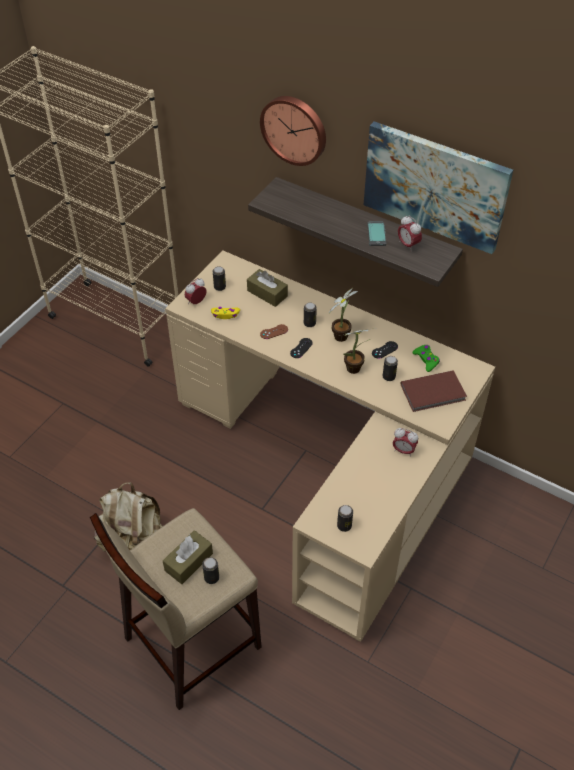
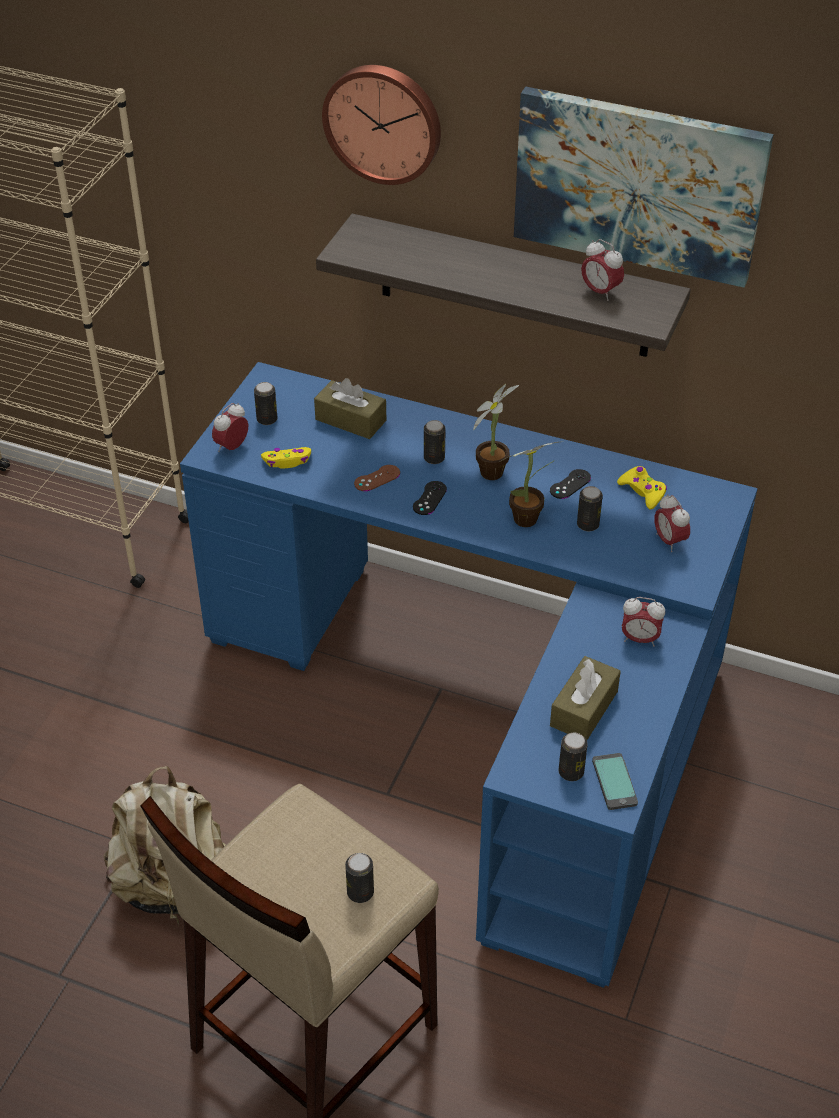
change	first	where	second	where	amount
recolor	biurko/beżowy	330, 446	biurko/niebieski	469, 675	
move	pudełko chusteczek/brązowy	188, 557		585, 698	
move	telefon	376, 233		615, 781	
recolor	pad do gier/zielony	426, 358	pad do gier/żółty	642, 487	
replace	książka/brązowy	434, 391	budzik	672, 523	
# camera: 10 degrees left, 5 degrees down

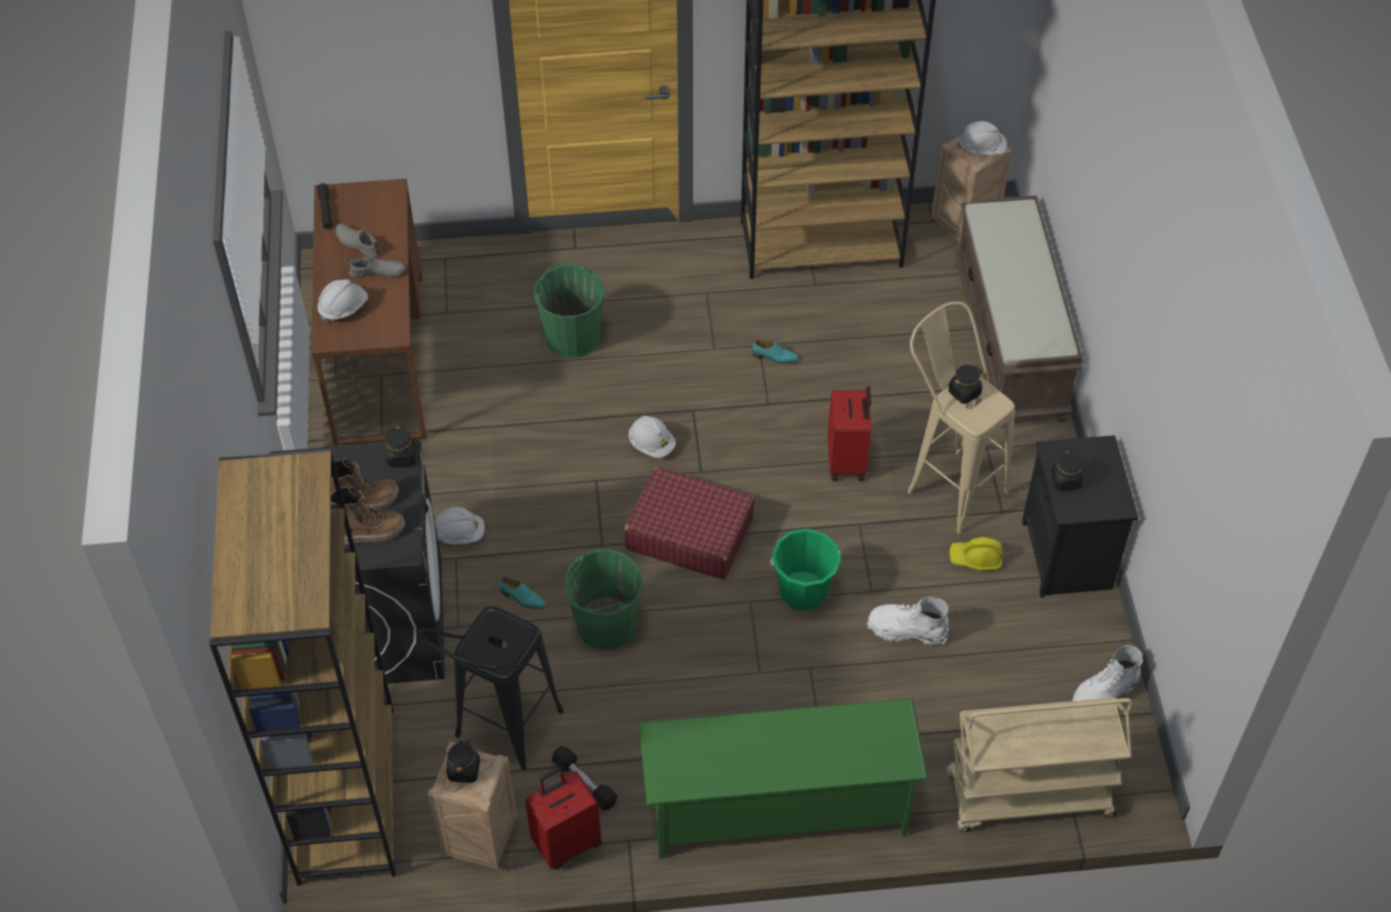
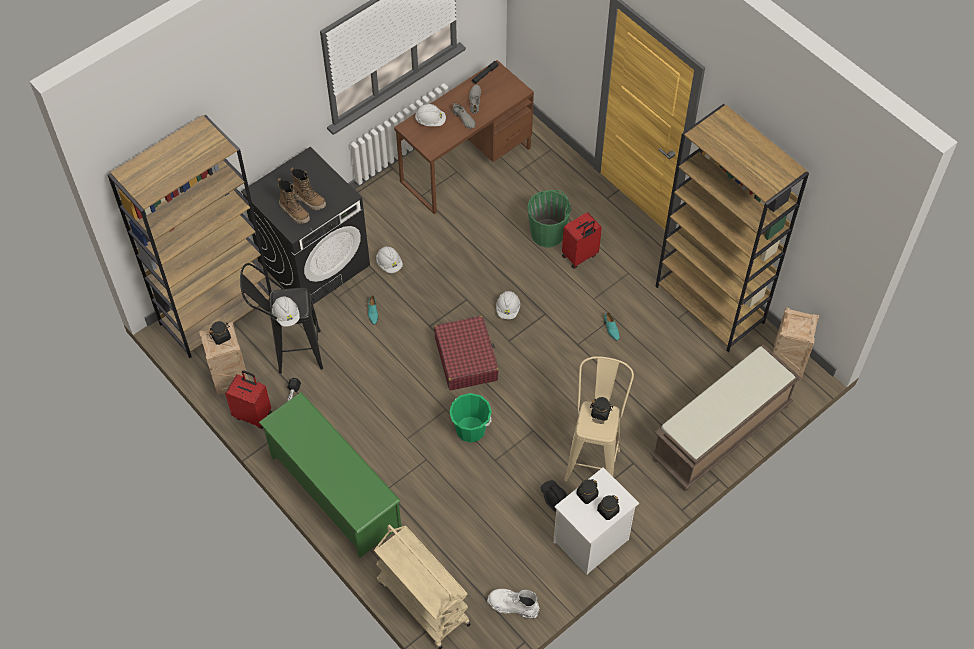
change	first	where	second	where	amount
move	kask/biały	982, 138		286, 311	
recolor	kask/żółty	976, 554	kask/czarny	554, 496	
recolor	szafka nocna/czarny	1080, 516	szafka nocna/biały	596, 521	
move	walizka/czerwony	849, 433		582, 240	
move	słoik/czarny	400, 446		608, 507	
delete	wiadro/zielony	604, 600			
delete	but z cholewką/biały	908, 621			
# camera: 55 degrees right, 5 degrees up

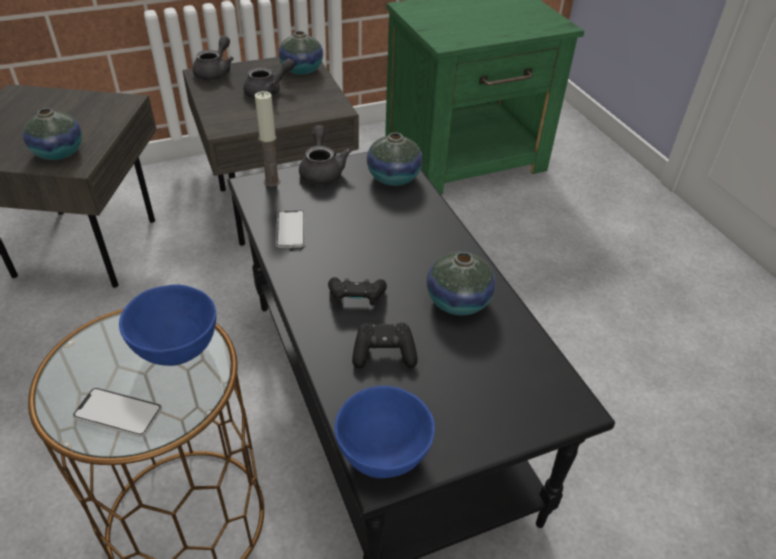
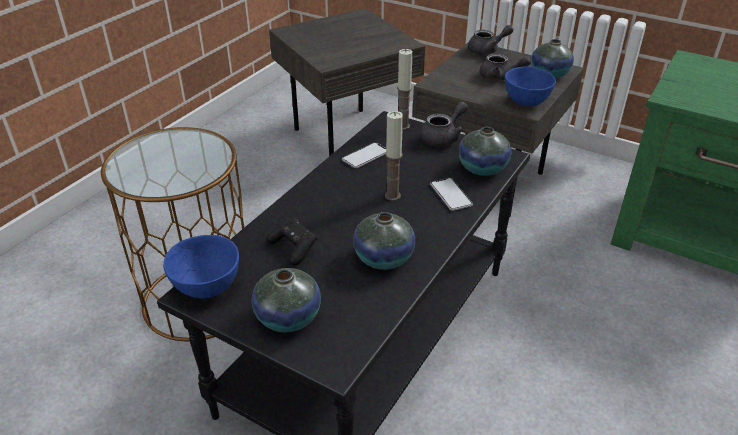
change	first	where	second	where	amount
move	wazon	52, 134		286, 300	
insert			świeca	394, 156	
move	telefon	117, 412		451, 194	
move	miska/niebieski	167, 325		530, 86	
delete	pad do gier/czarny	357, 291			
# camera: 55 degrees right, 5 degrees down

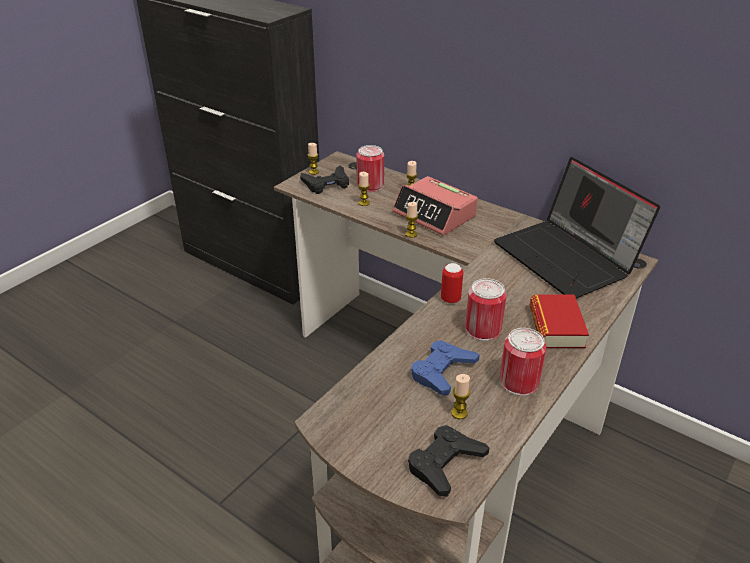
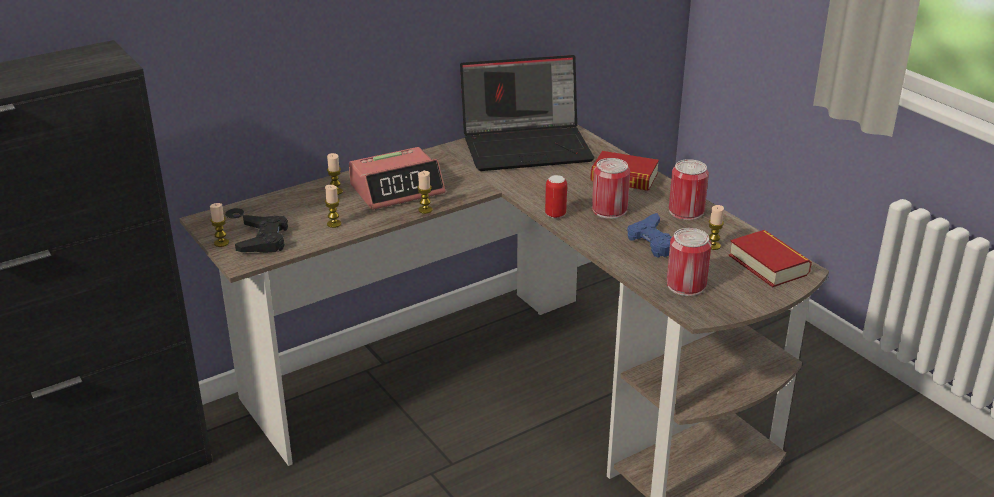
change	first	where	second	where	amount
move	puszka	370, 168		689, 262	
replace	pad do gier/czarny	448, 461	książka	770, 258	
# camera: 70 degrees left, 5 degrees down

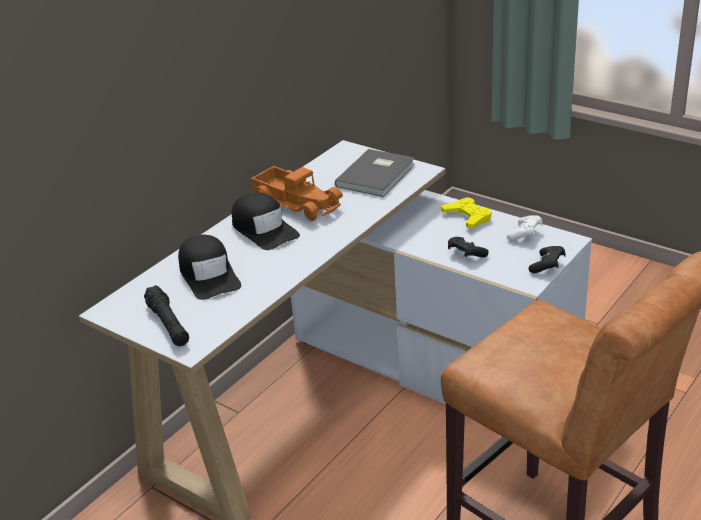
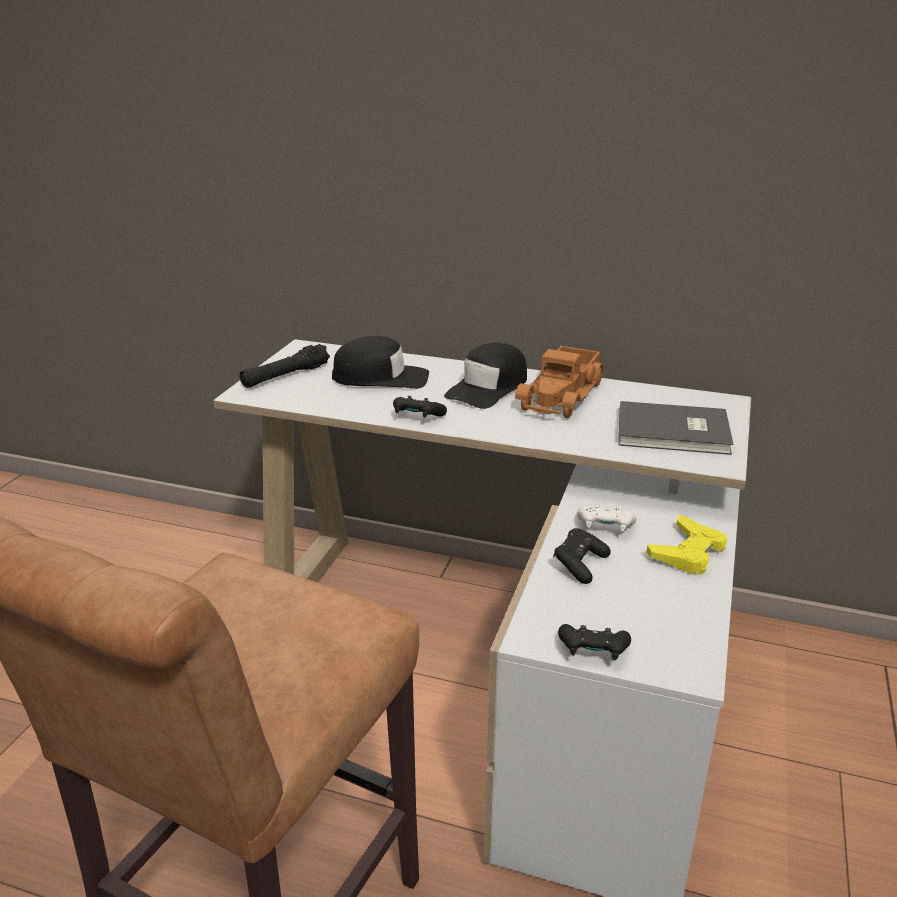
change	first	where	second	where	amount
rotate	czapka z daszkiem/czarny	209, 267		380, 362	135 degrees counterclockwise
insert			pad do gier/czarny	420, 407	
move	pad do gier/biały	524, 228		607, 518	
# camera: 70 degrees right, 5 degrees down

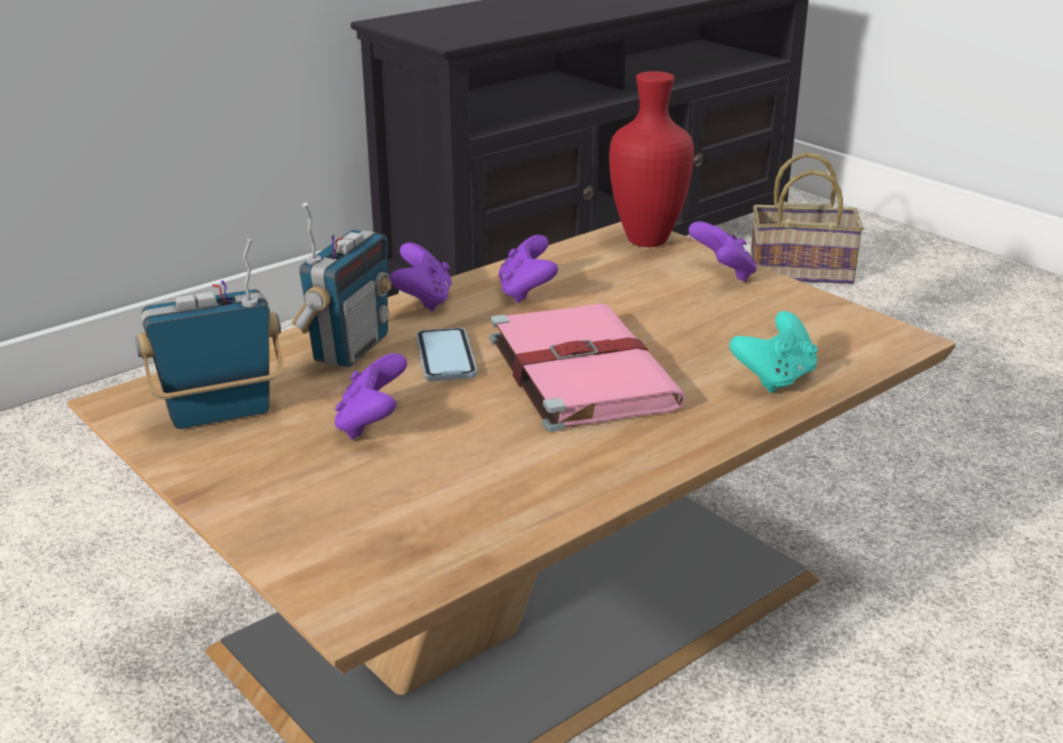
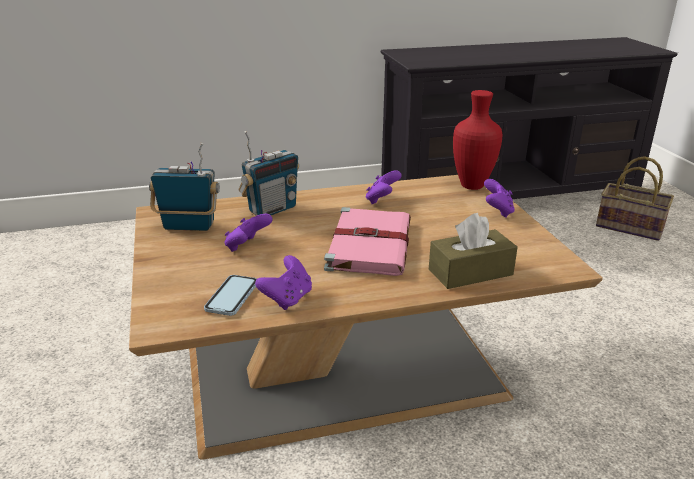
change	first	where	second	where	amount
move	telefon	446, 354		230, 295	
move	pad do gier/fioletowy	420, 277		283, 282	
replace	pad do gier/turkusowy	774, 352	pudełko chusteczek/brązowy	473, 251	
# camera: 25 degrees right, 0 degrees up

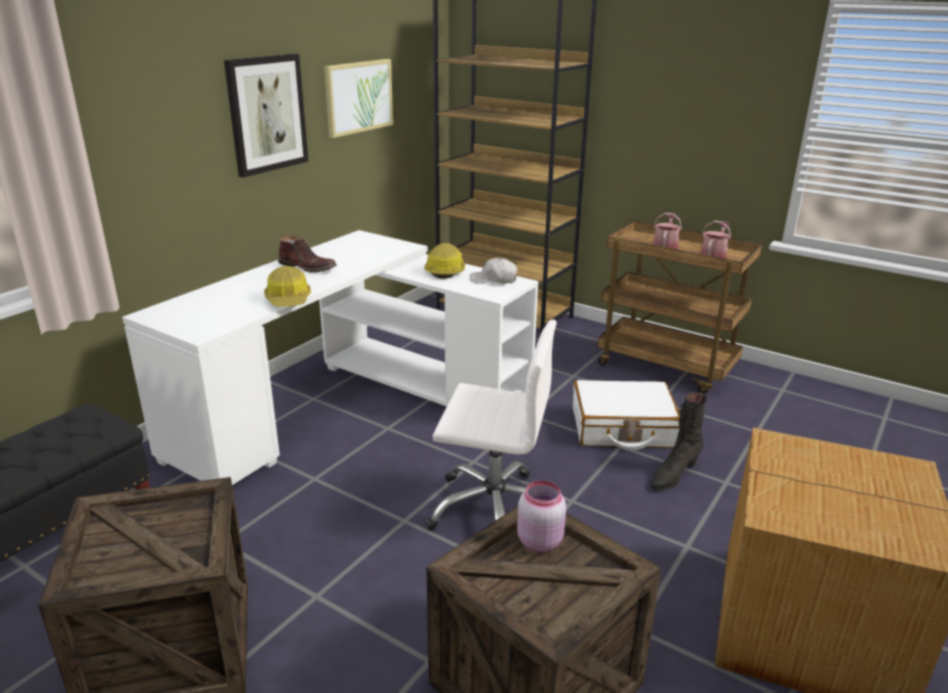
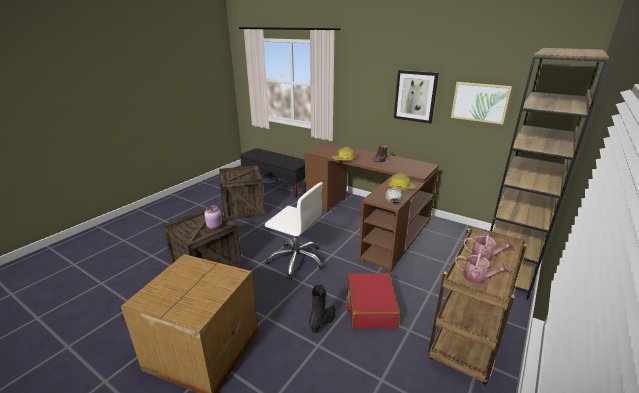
change	first	where	second	where	amount
rotate	krzesło biurowe/biały	491, 425		294, 230	75 degrees counterclockwise
recolor	biurko/biały	330, 357	biurko/brązowy	372, 208	
rotate	but z cholewką/czarny	678, 441		322, 309	75 degrees clockwise
recolor	walizka/biały	626, 415	walizka/czerwony	373, 301	
# camera: 90 degrees right, 0 degrees up

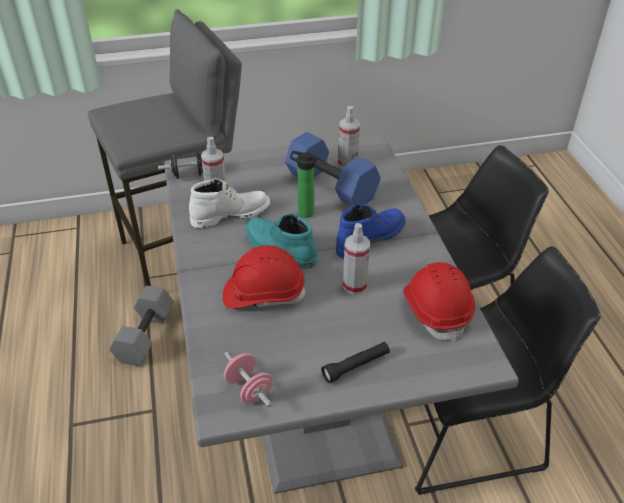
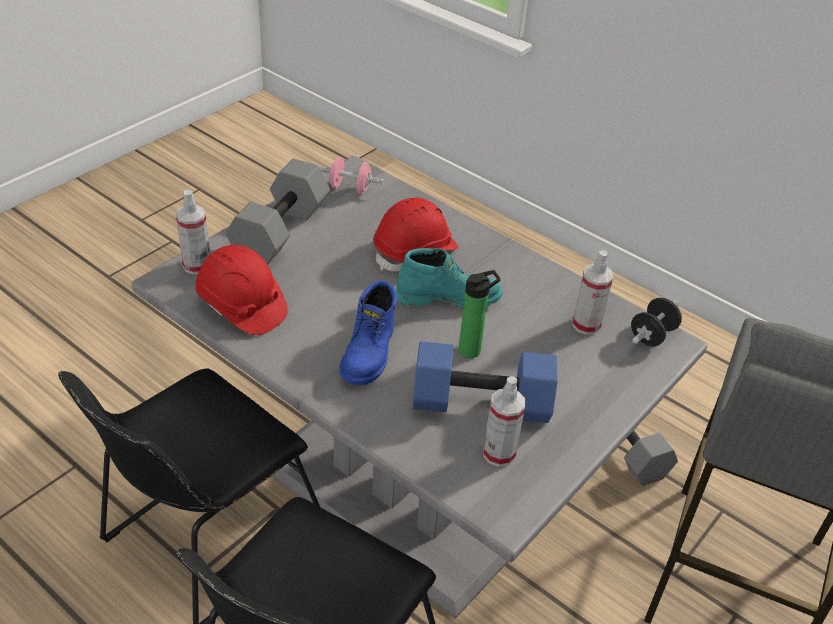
change	first	where	second	where	amount
move	spryskiwacz	356, 258		193, 232	
replace	latarka/czarny	355, 362	hantel/szary	278, 212	
delete	but z cholewką/biały	229, 203			
# camera: 140 degrees right, 0 degrees up

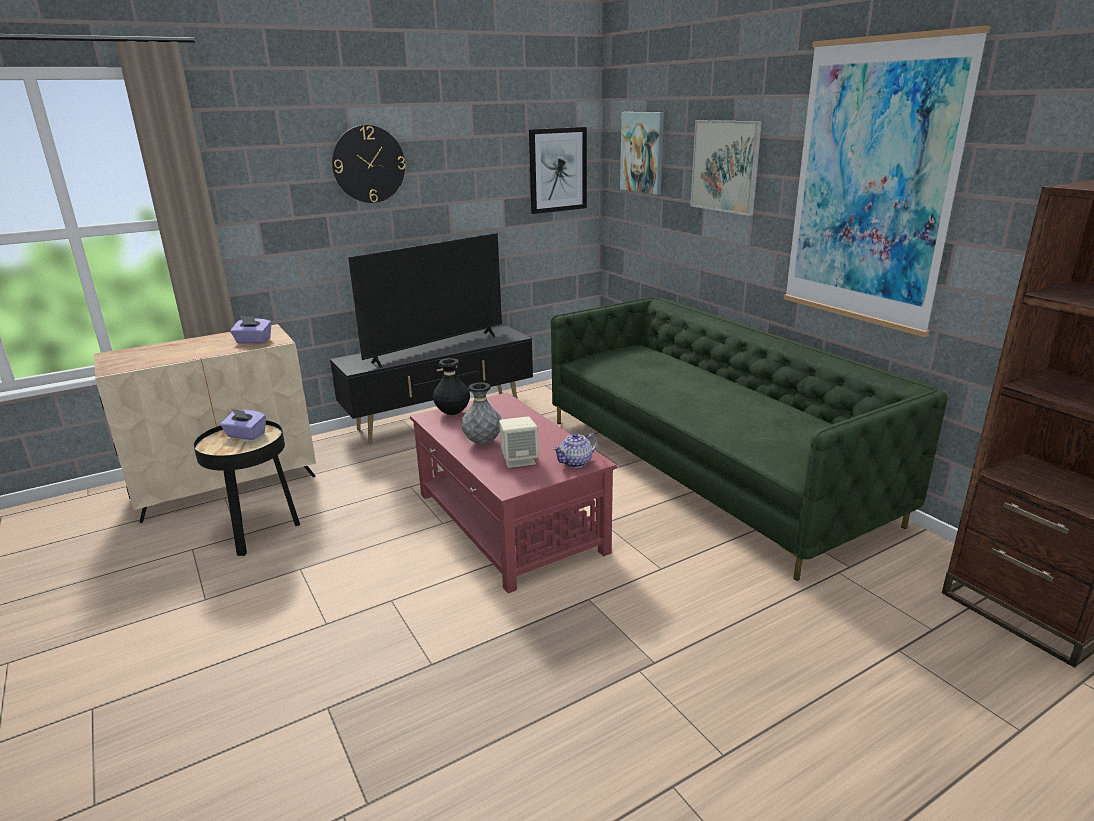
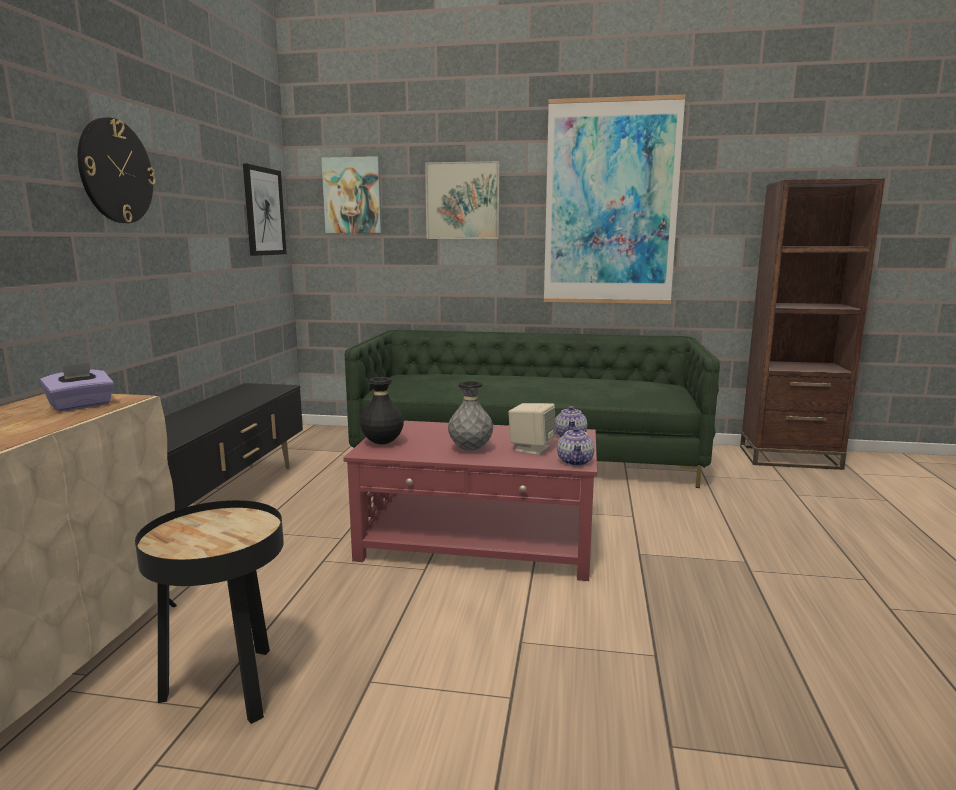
change	first	where	second	where	amount
insert			imbryk	575, 446	
delete	pudełko chusteczek/fioletowy	243, 424			
delete	telewizor	425, 300			
# camera: 50 degrees left, 10 degrees down

